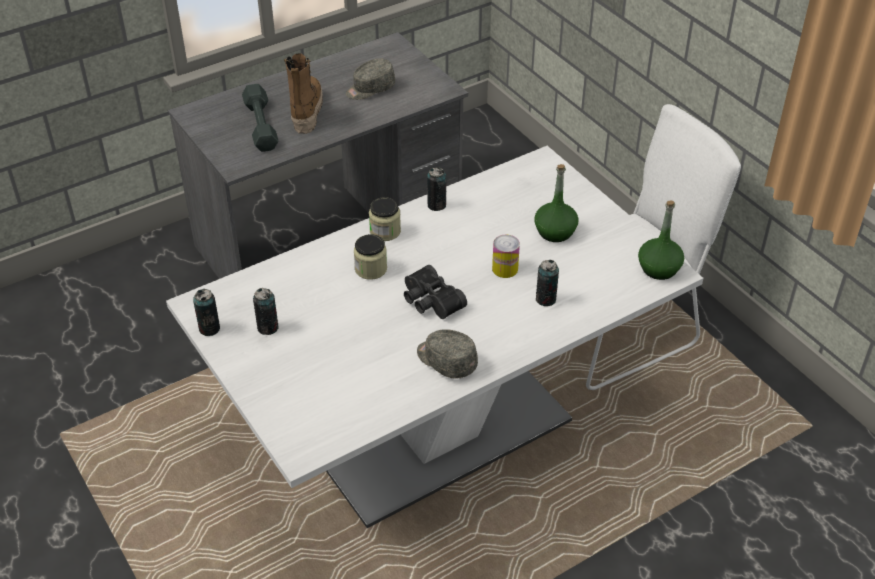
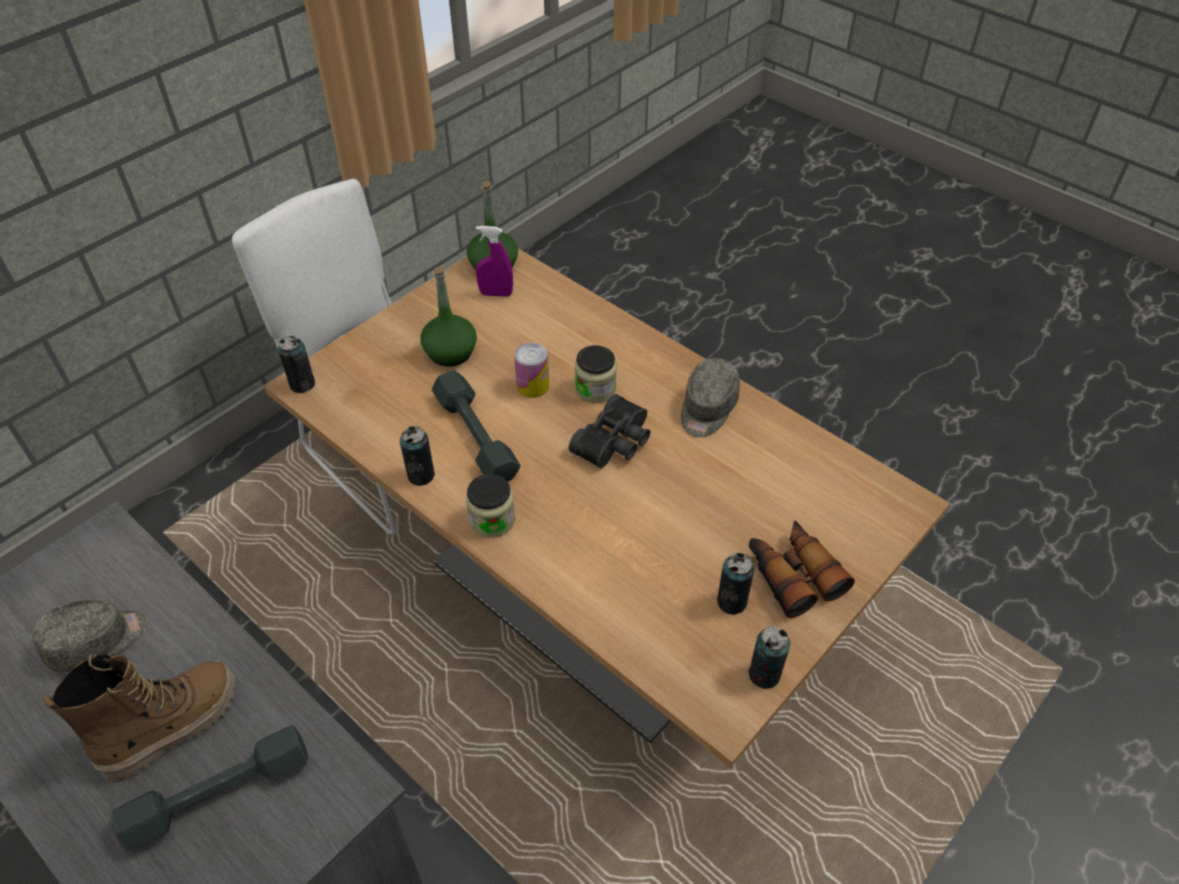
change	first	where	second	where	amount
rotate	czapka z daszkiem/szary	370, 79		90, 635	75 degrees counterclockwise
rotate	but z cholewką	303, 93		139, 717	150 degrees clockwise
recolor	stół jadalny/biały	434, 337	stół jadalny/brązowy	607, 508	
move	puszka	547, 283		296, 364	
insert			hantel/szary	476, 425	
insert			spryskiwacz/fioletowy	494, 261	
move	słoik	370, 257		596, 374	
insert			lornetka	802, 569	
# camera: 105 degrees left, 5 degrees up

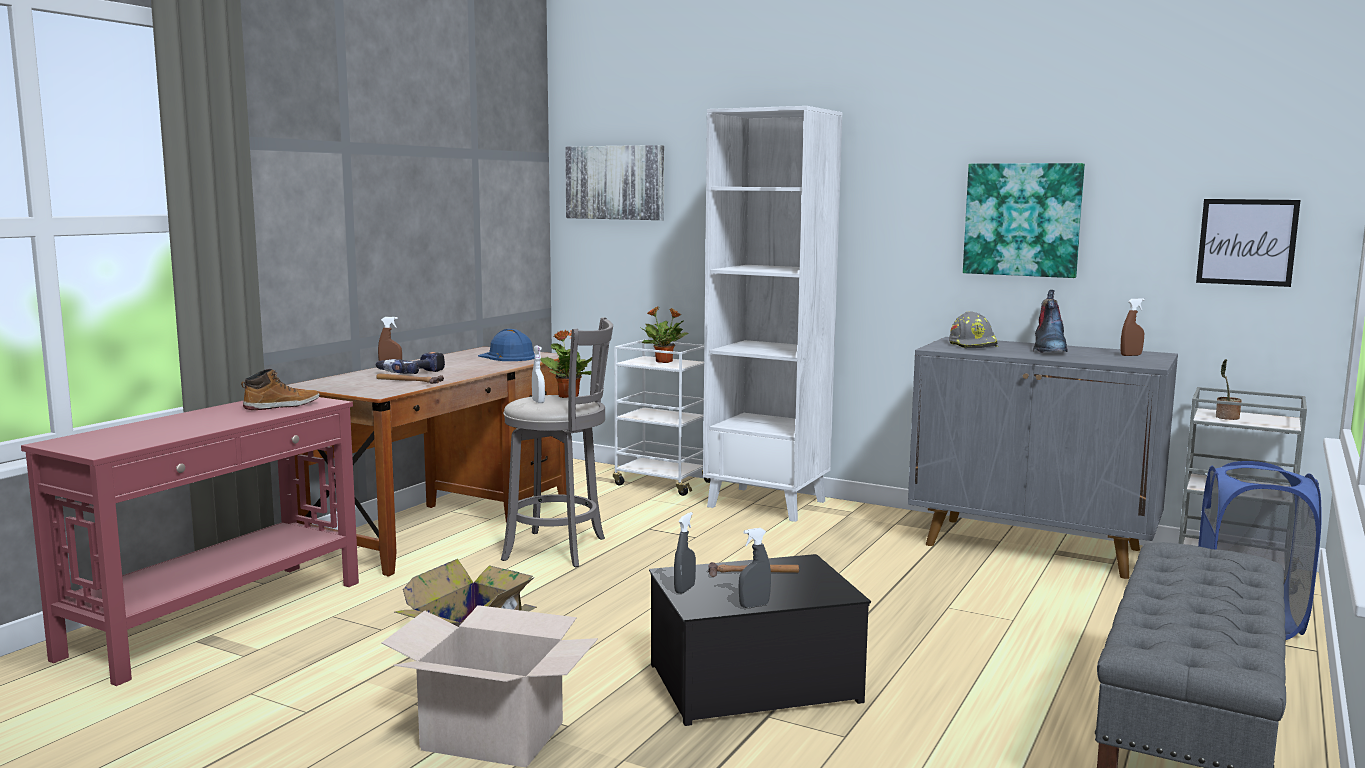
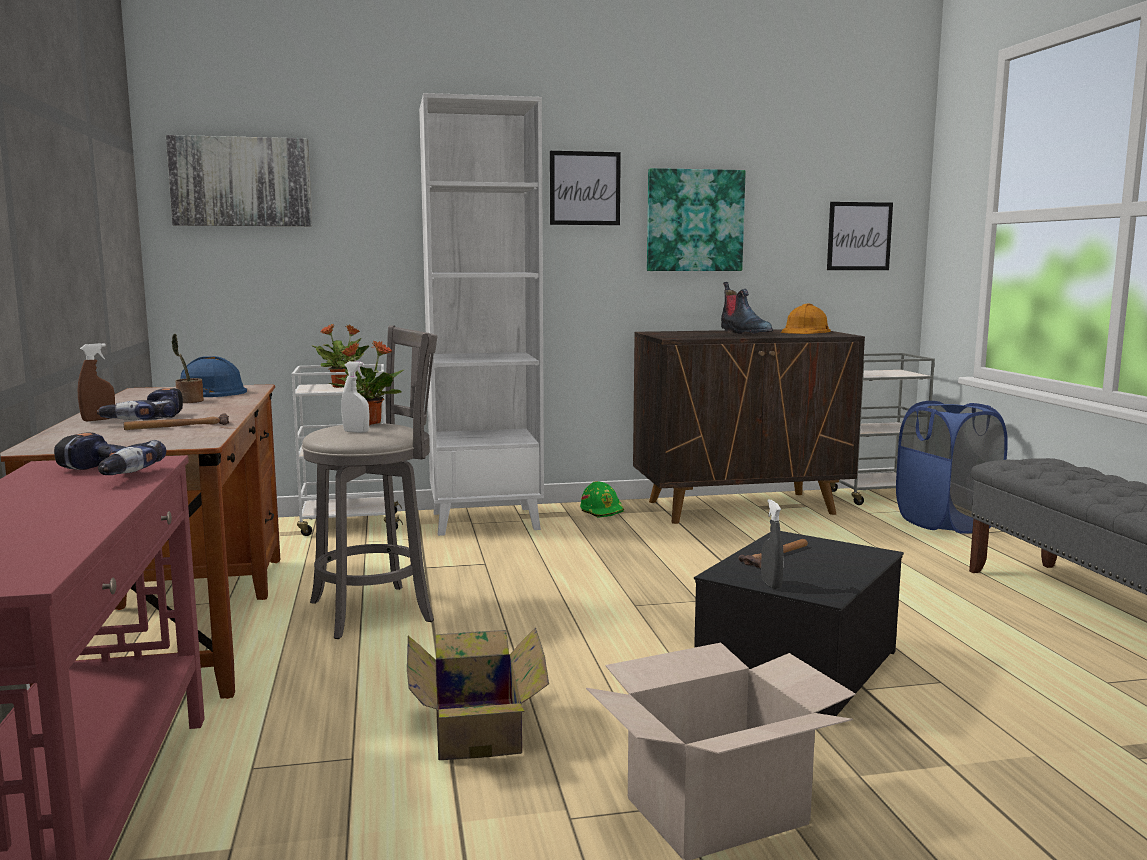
change	first	where	second	where	amount
replace	but z cholewką	280, 389	wiertarka	110, 453	
move	roślina doniczkowa	1229, 389		188, 368	
insert			obraz	585, 188	
insert			kask/zielony	602, 499	
recolor	szafka/szary	1043, 458	szafka/brązowy	749, 426	
replace	spryskiwacz/brązowy	1133, 327	kask/pomarańczowy	806, 319	
delete	spryskiwacz/szary	754, 568			
delete	kask/szary	974, 330			
# camera: 40 degrees left, 0 degrees up

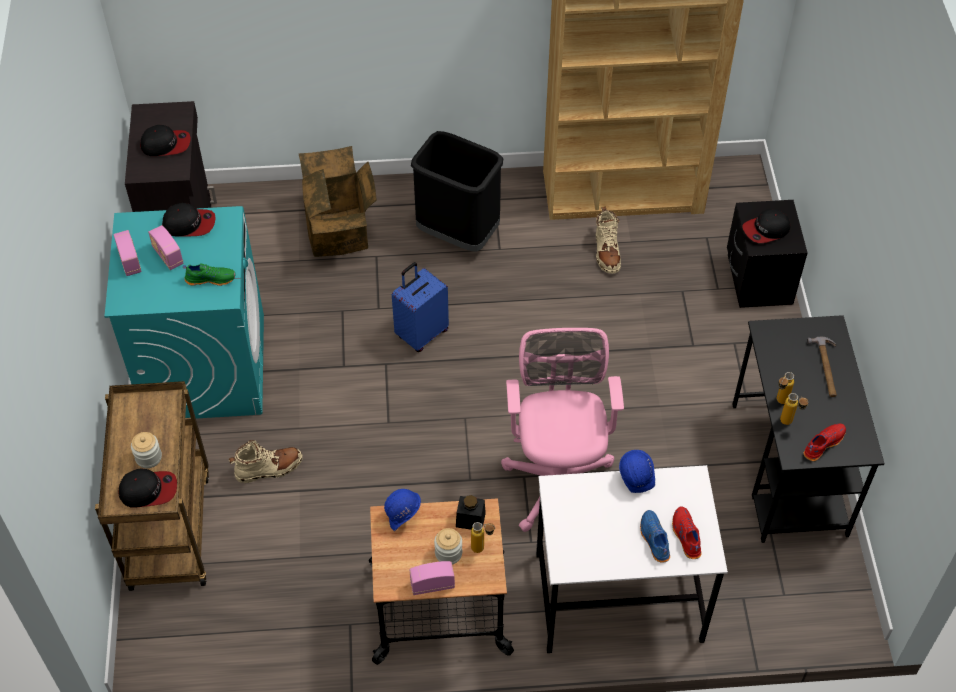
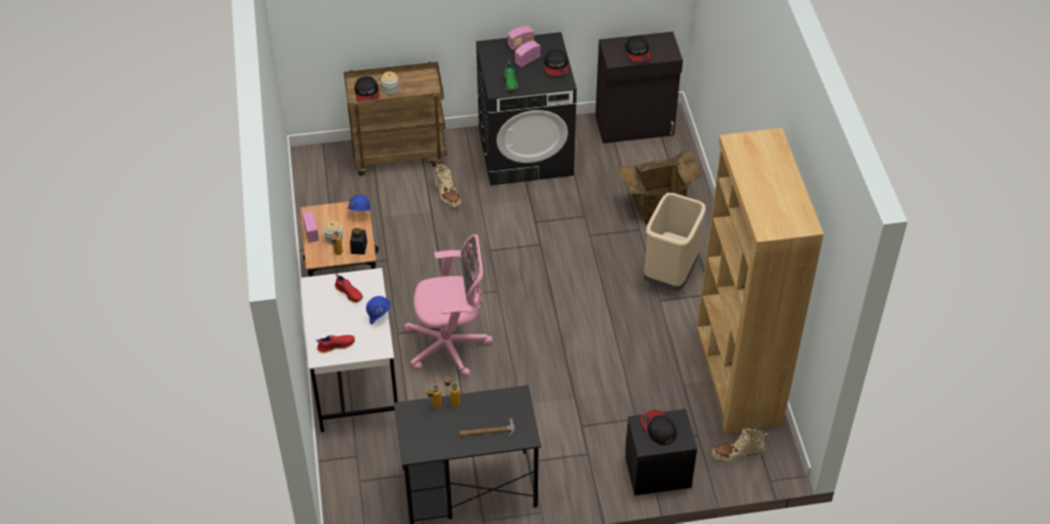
change	first	where	second	where	amount
move	but/czerwony	824, 442		349, 288	
recolor	pralka/turkusowy	184, 312	pralka/czarny	526, 108	
recolor	kosz na śmieci/czarny	457, 191	kosz na śmieci/beżowy	675, 242	
move	but z cholewką/beżowy	608, 240		740, 444	
delete	walizka/niebieski	420, 307			
delete	but/niebieski	655, 536			
# camera: 85 degrees right, 5 degrees down

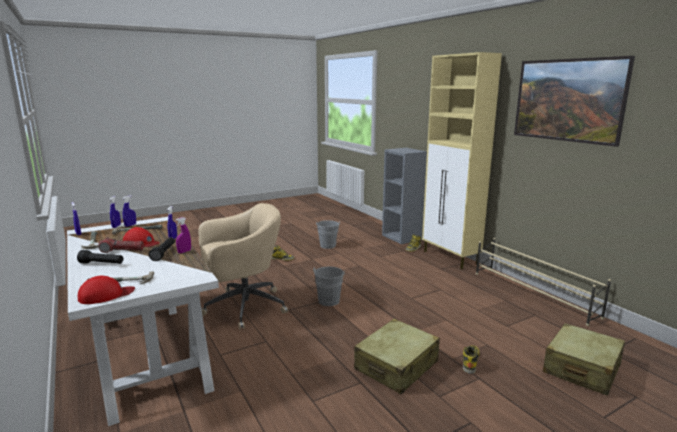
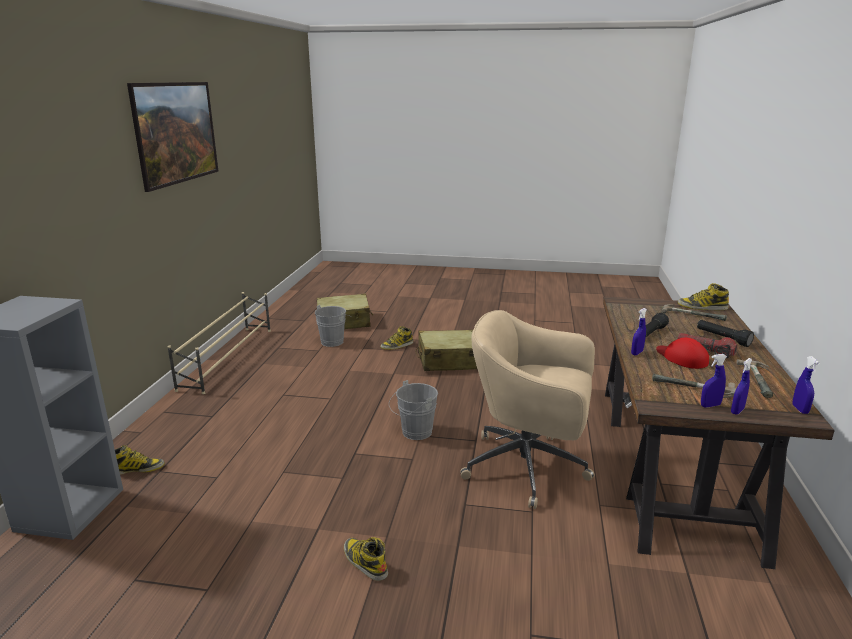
change	first	where	second	where	amount
move	wiadro/szary	328, 234		333, 326	
recolor	biurko/biały	143, 321	biurko/brązowy	719, 433	
replace	czapka z daszkiem/czerwony	106, 290	but z cholewką	703, 296	
delete	spryskiwacz/fioletowy	183, 235			
delete	szafka/beżowy	462, 160			
# camera: 140 degrees left, 5 degrees up

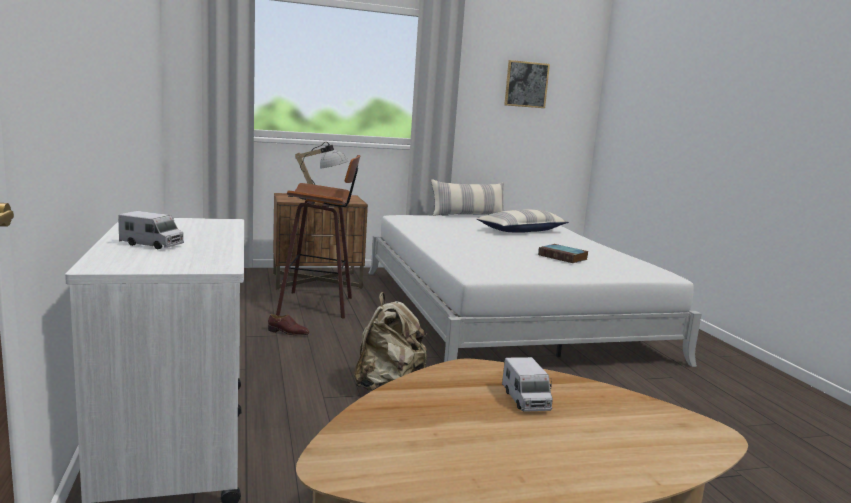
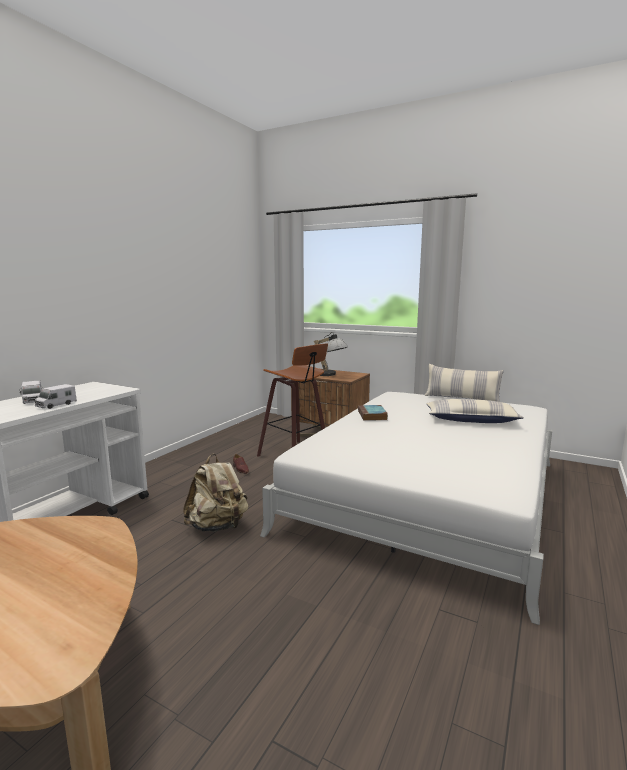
change	first	where	second	where	amount
move	ciężarówka zabawkowa	527, 384		56, 396	
move	książka	563, 253		373, 413	
delete	obraz	527, 84			
# camera: 45 degrees right, 0 degrees up

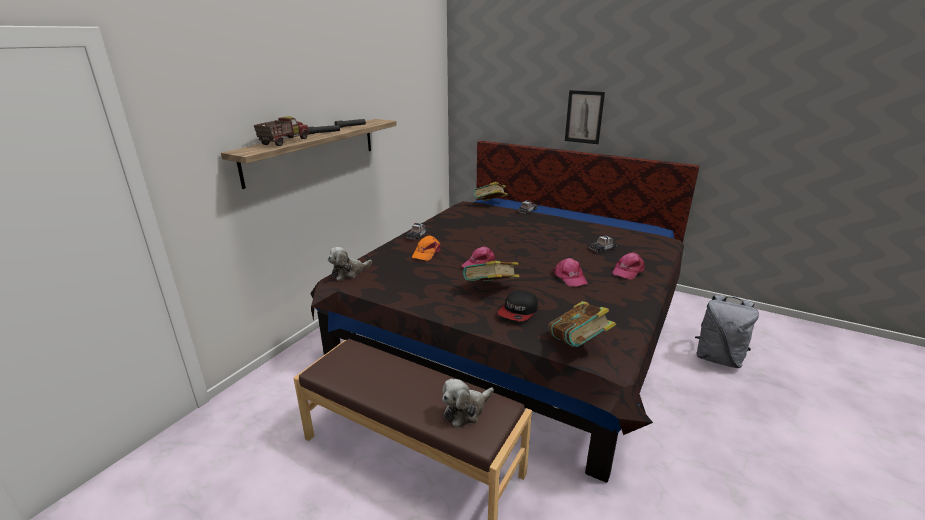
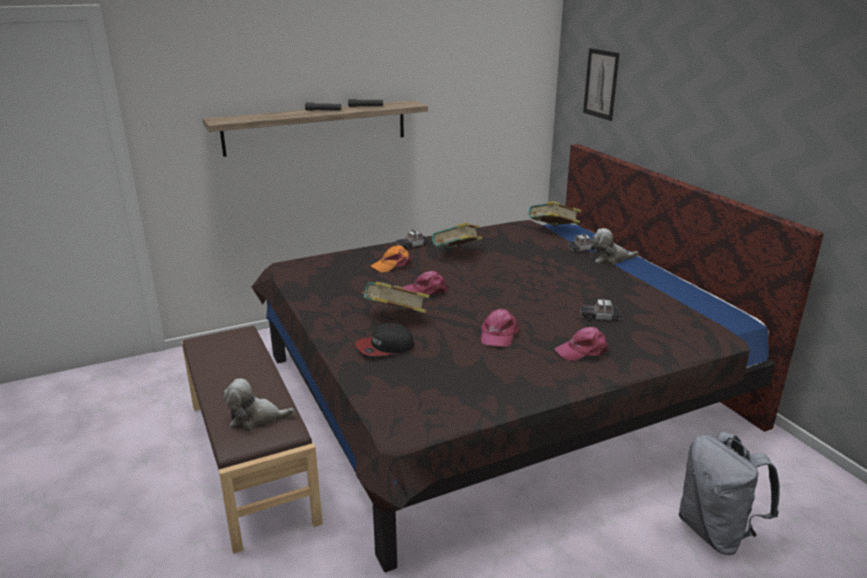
change	first	where	second	where	amount
move	książka	582, 324		457, 235	
move	obraz	585, 117		601, 84	
move	pluszak	350, 264		614, 246	
delete	ciężarówka zabawkowa	281, 131			
# camera: 35 degrees right, 0 degrees up

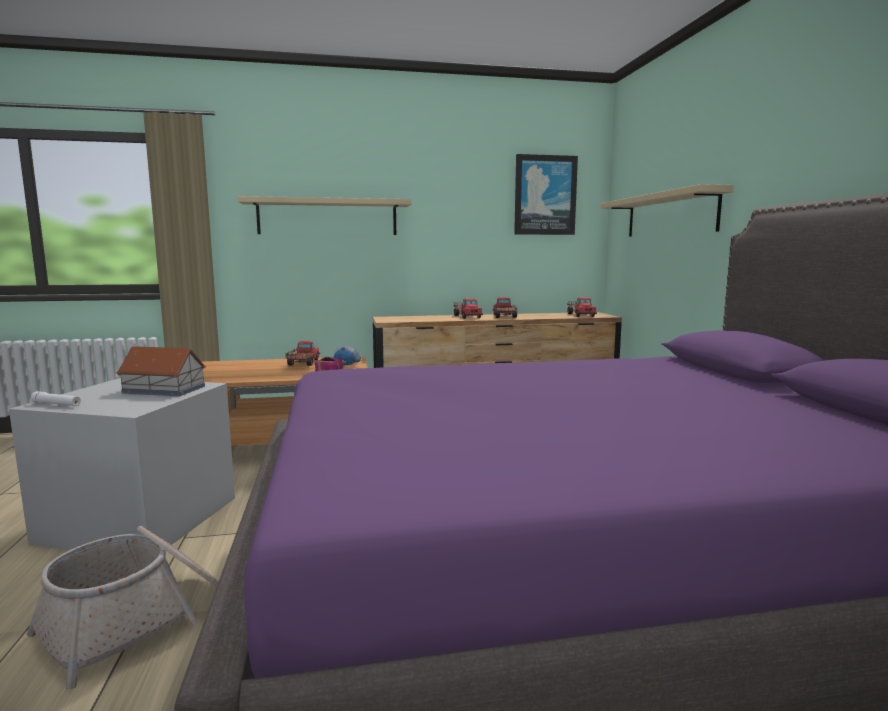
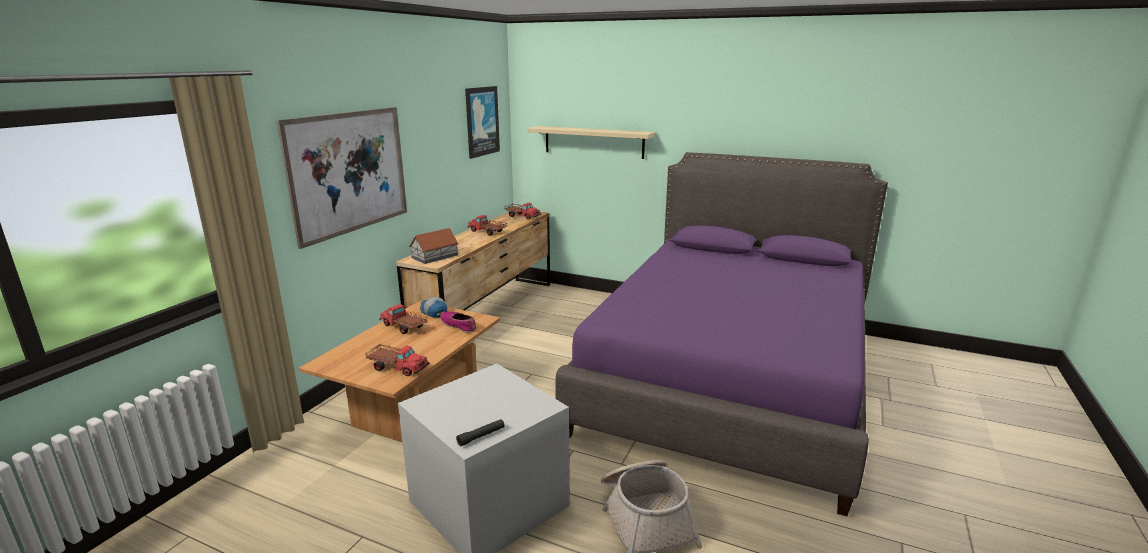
change	first	where	second	where	amount
replace	półka/beżowy	324, 215	obraz	342, 178	
move	ciężarówka zabawkowa	468, 309		397, 359	
move	domek	161, 371		434, 246	
recolor	latarka/biały	56, 398	latarka/czarny	480, 432	
# camera: 55 degrees left, 10 degrees up

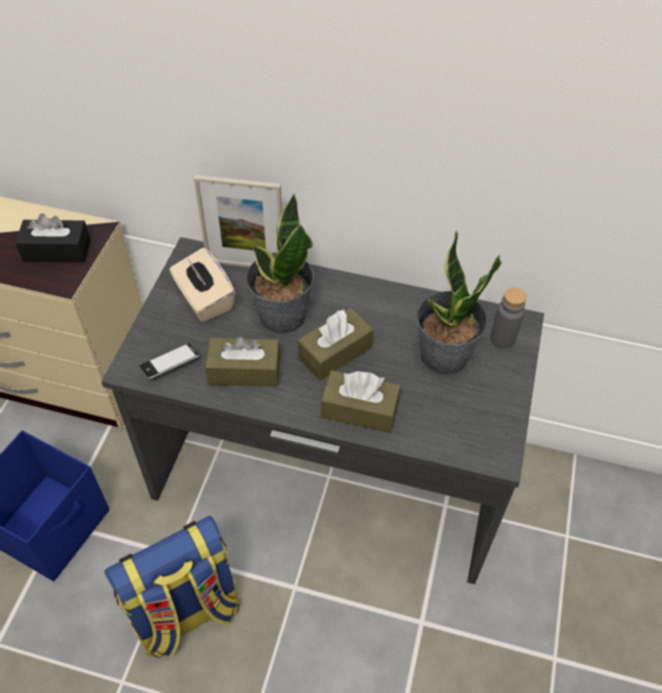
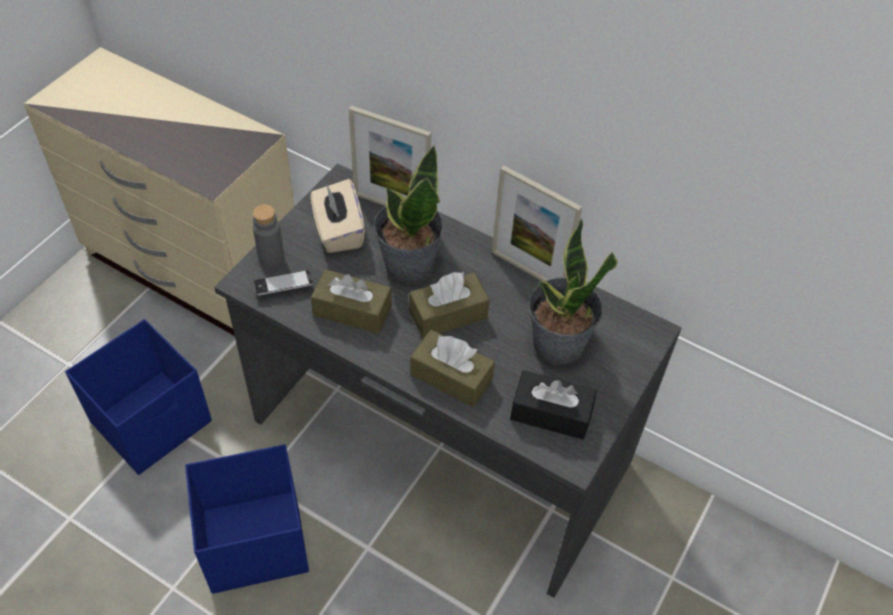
change	first	where	second	where	amount
replace	plecak	172, 587	pojemnik do przechowywania/niebieski	247, 519	
move	butelka/szary	508, 318		268, 235	
insert			ramka na zdjęcie	537, 223	
move	pudełko chusteczek/czarny	53, 238		553, 405	
# camera: 15 degrees right, 0 degrees up

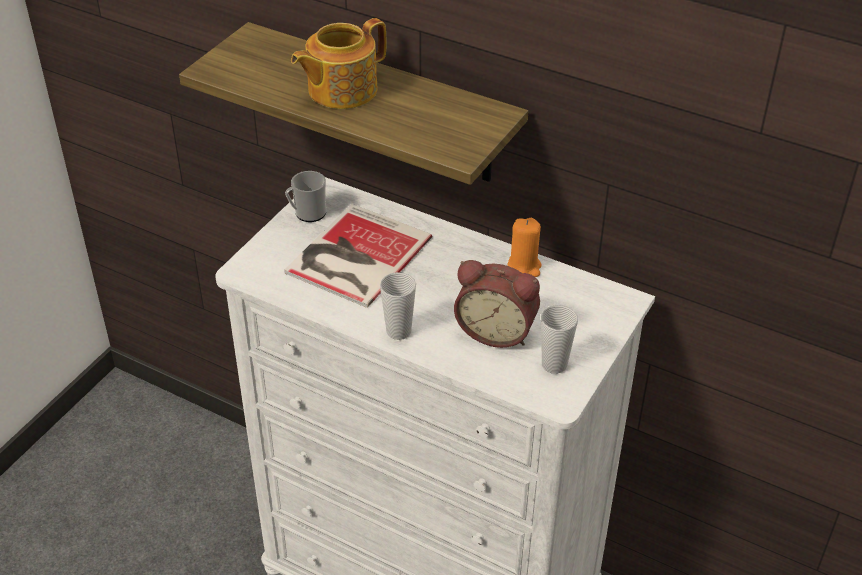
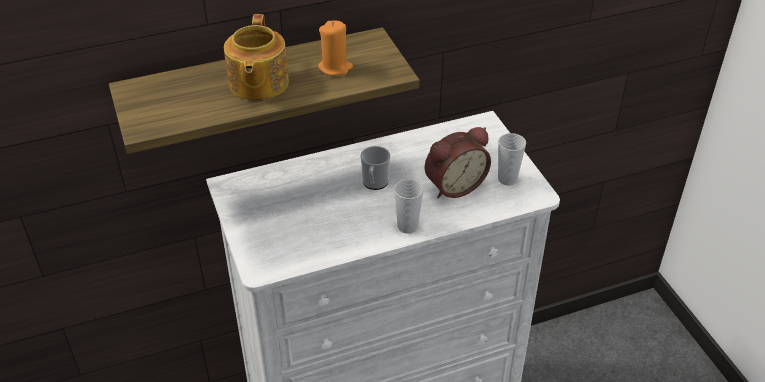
change	first	where	second	where	amount
move	świeca/pomarańczowy	524, 247		335, 48	
move	kubek	305, 196		375, 168	
delete	książka	358, 256			
# camera: 50 degrees left, 0 degrees up

